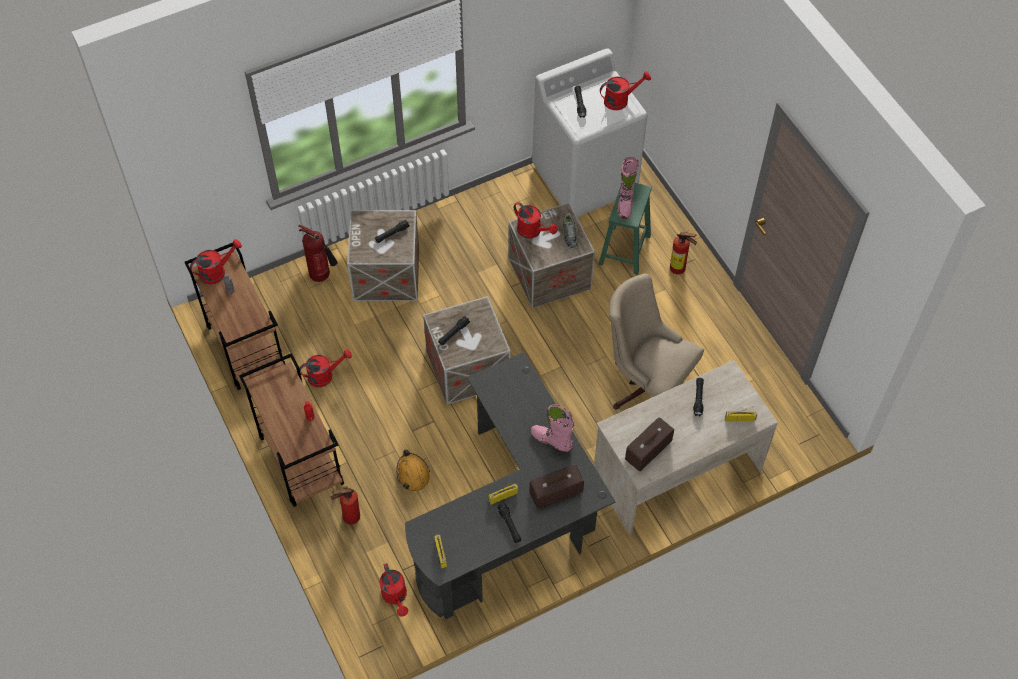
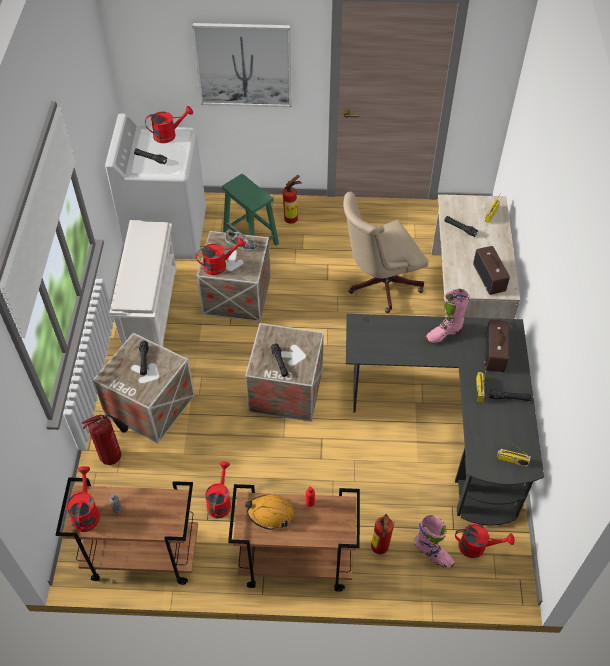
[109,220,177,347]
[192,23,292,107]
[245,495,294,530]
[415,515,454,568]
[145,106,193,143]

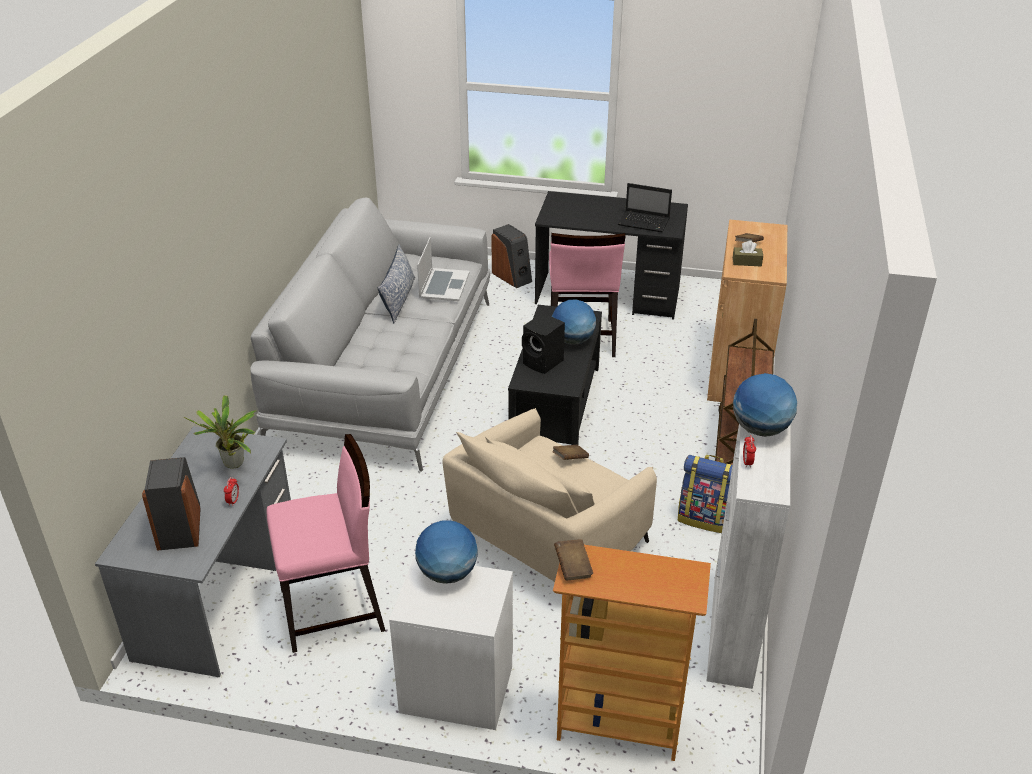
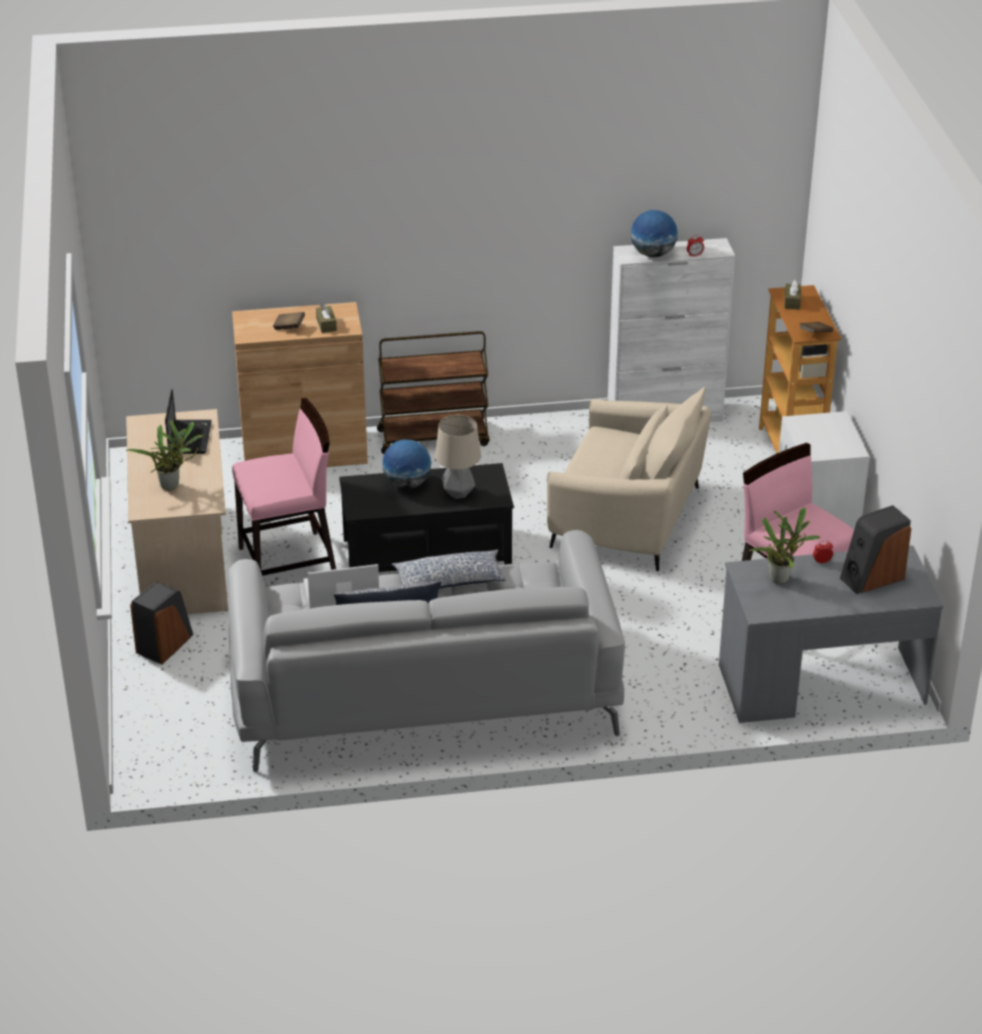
[415,520,478,584] (first image)
[552,445,589,460] (first image)
[678,455,732,533] (first image)
[126,420,204,490]
[392,549,506,589]
[785,280,801,310]
[435,415,481,499]
[126,409,228,614]

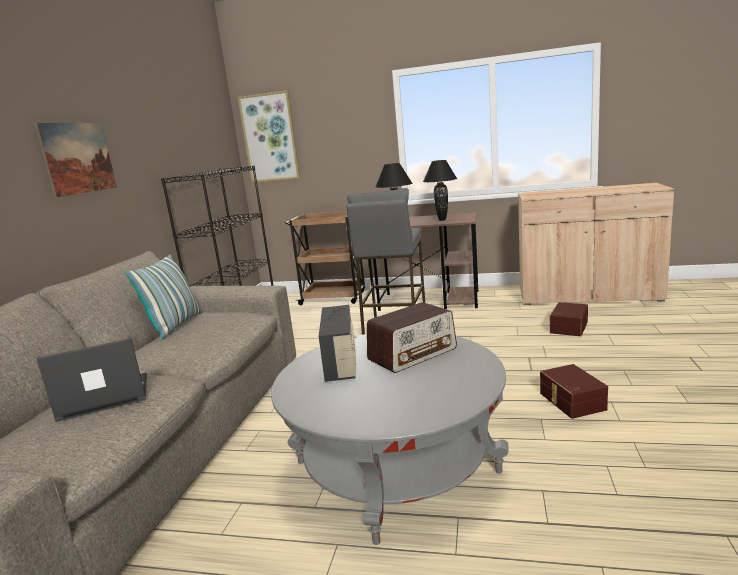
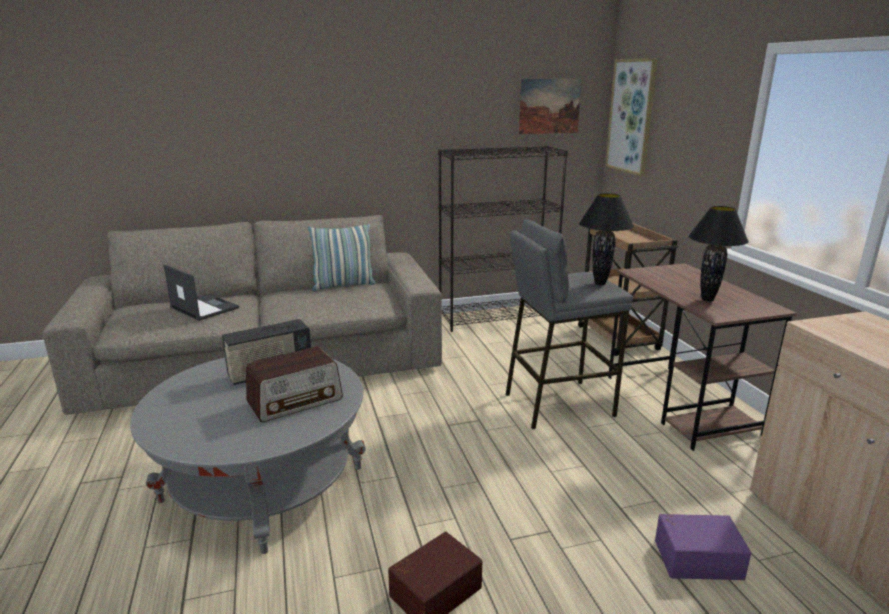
[518,79,582,134]
[655,514,751,580]
[246,346,343,422]

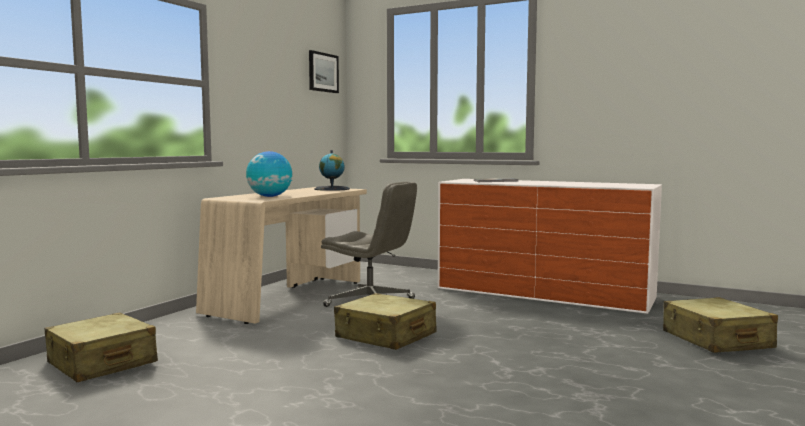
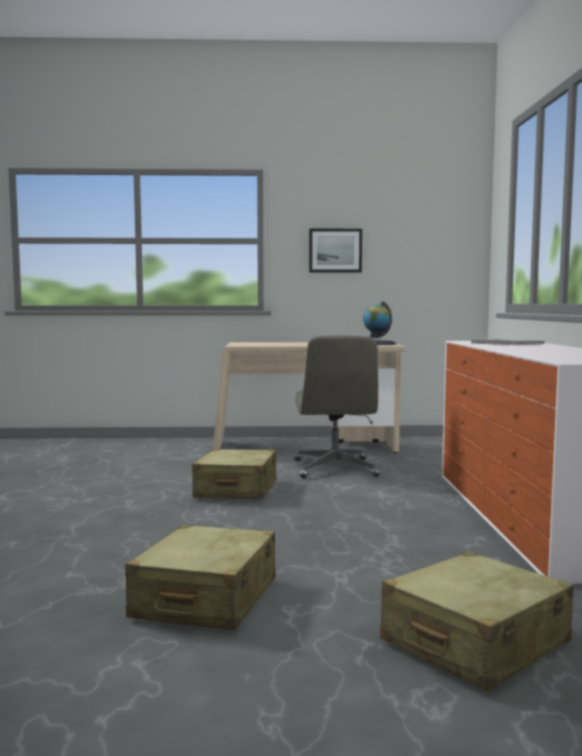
[246,151,292,197] (first image)
[125,525,276,630]
[309,229,362,273]

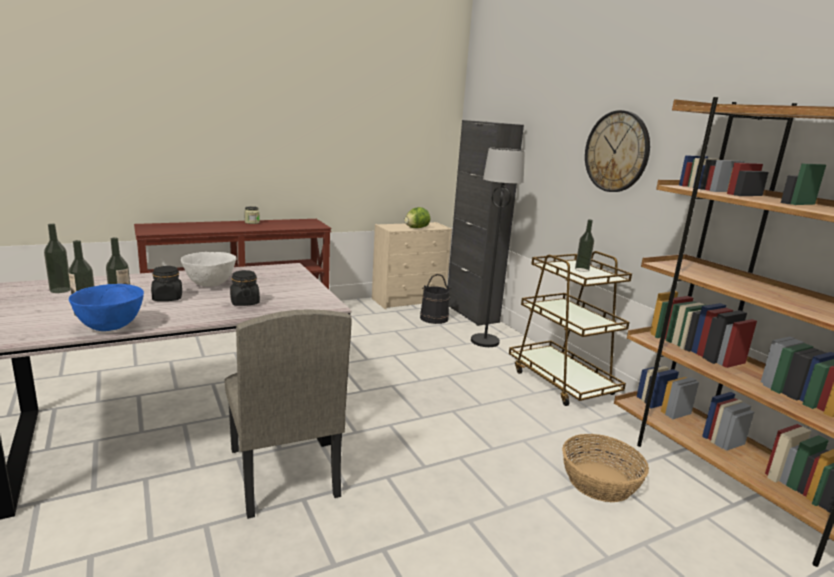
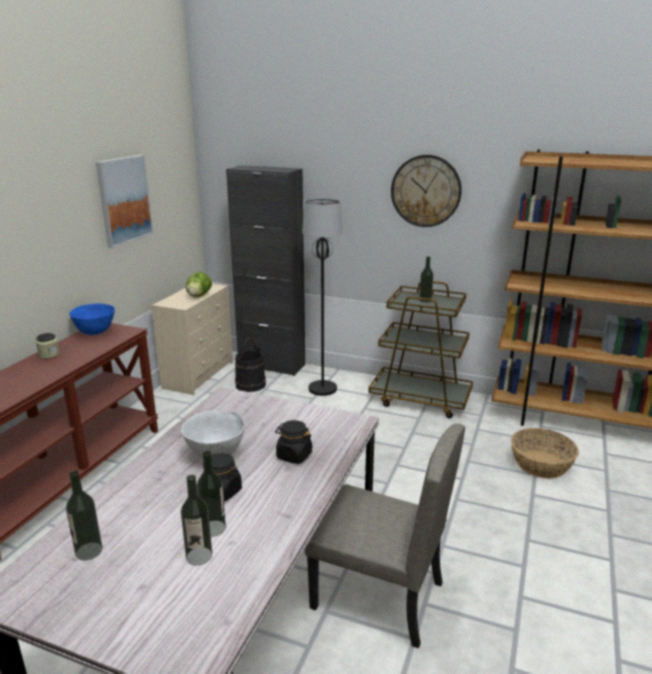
[96,155,153,248]
[69,303,115,335]

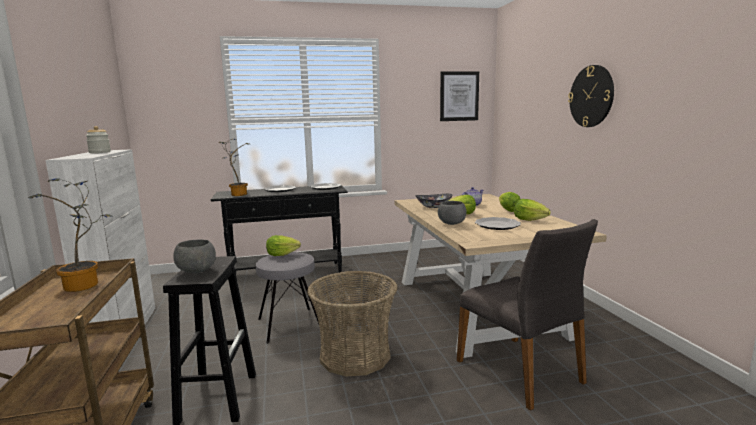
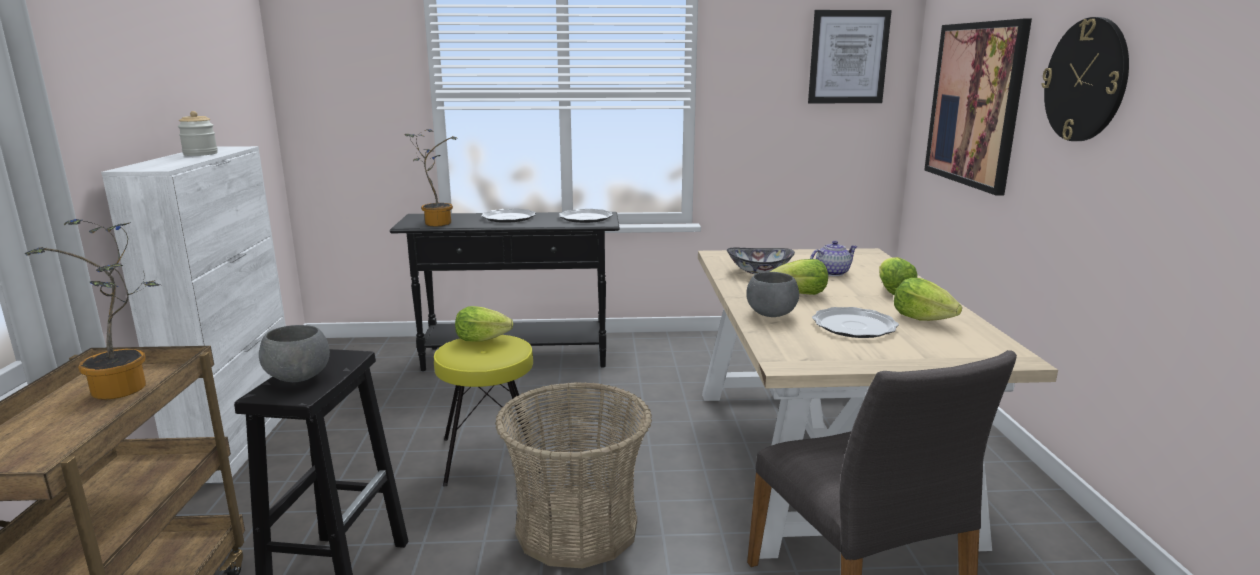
[924,19,1032,196]
[434,335,541,487]

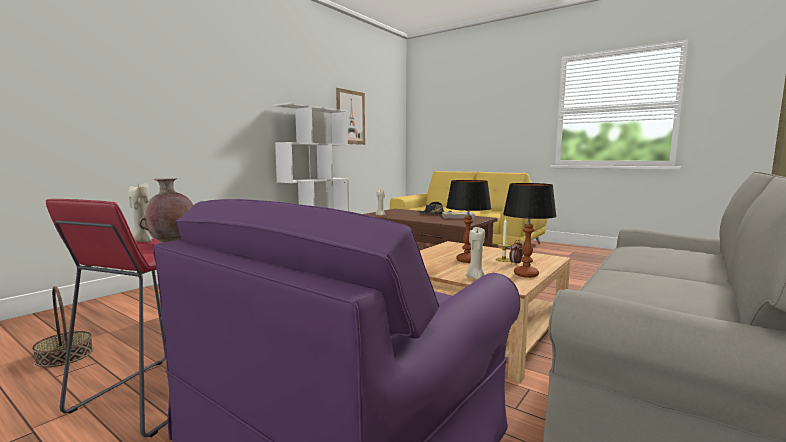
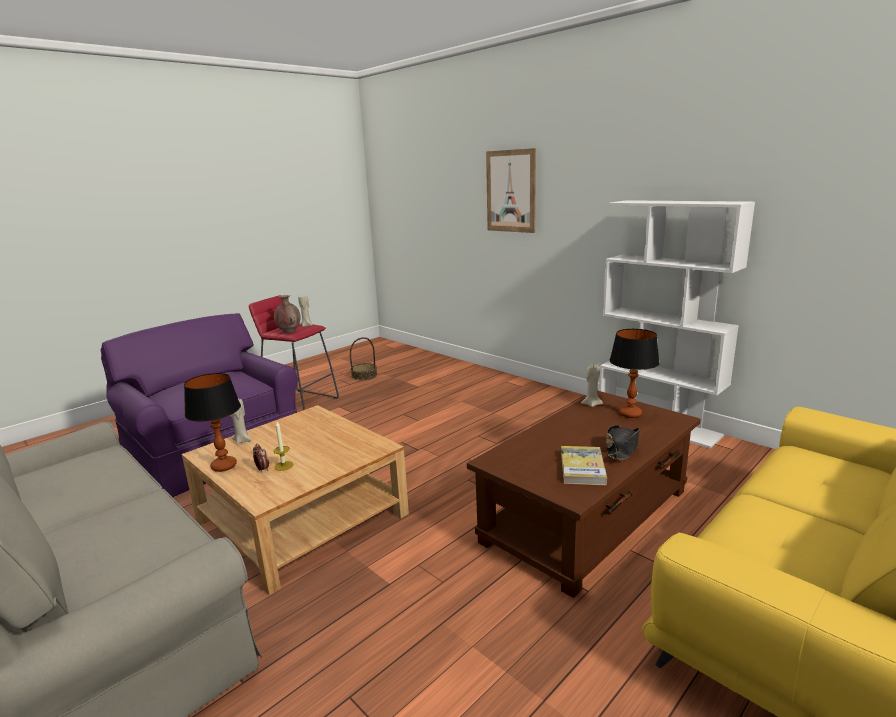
[486,148,536,233]
[610,329,660,418]

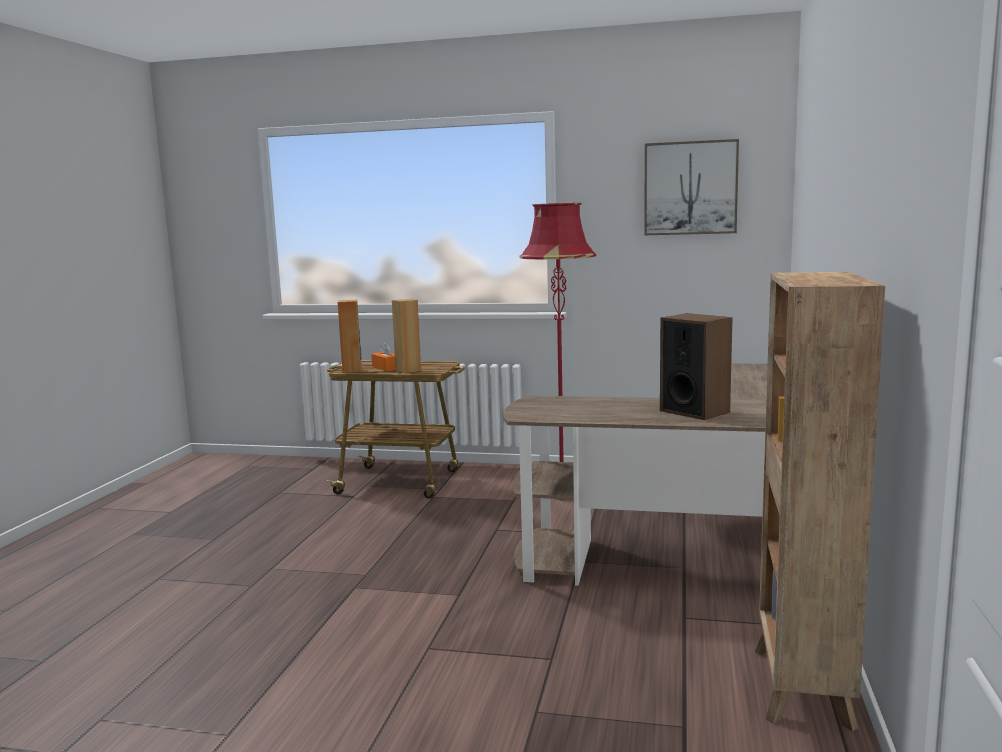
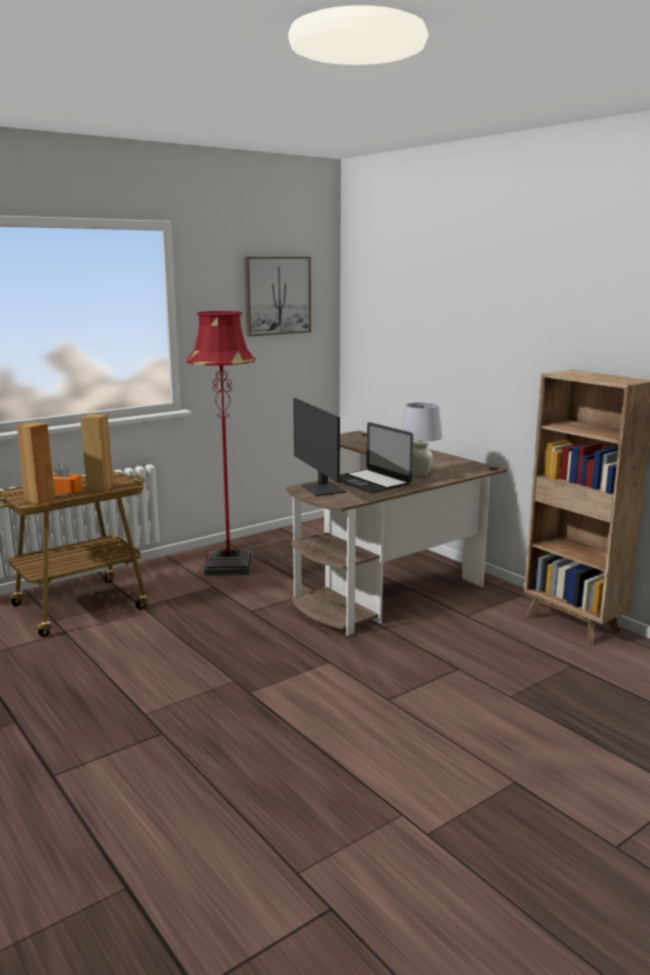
[293,398,346,496]
[330,422,413,493]
[401,402,442,476]

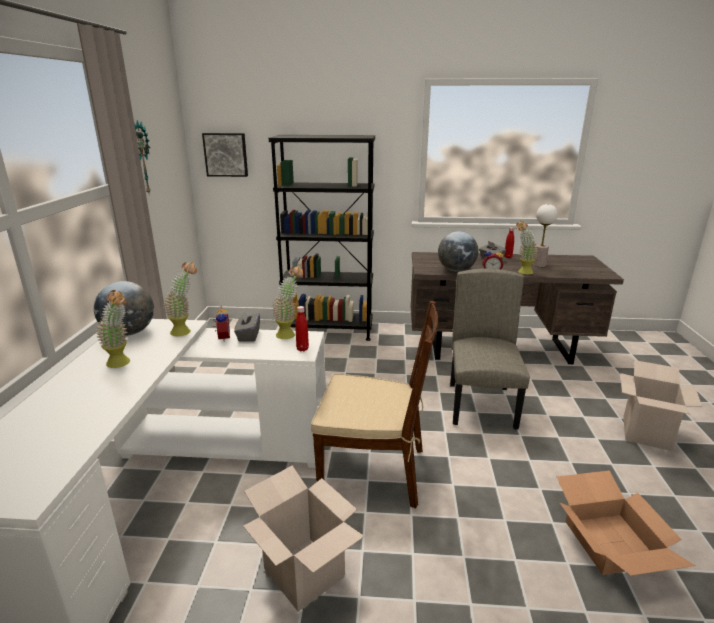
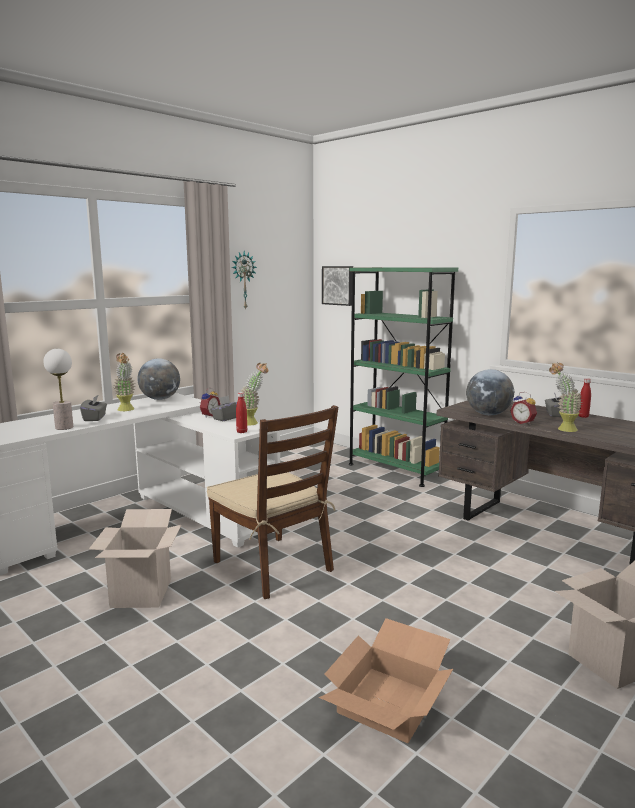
[164,262,197,336] (first image)
[450,268,530,430] (first image)
[80,395,107,421]
[44,349,73,430]
[349,267,458,487]

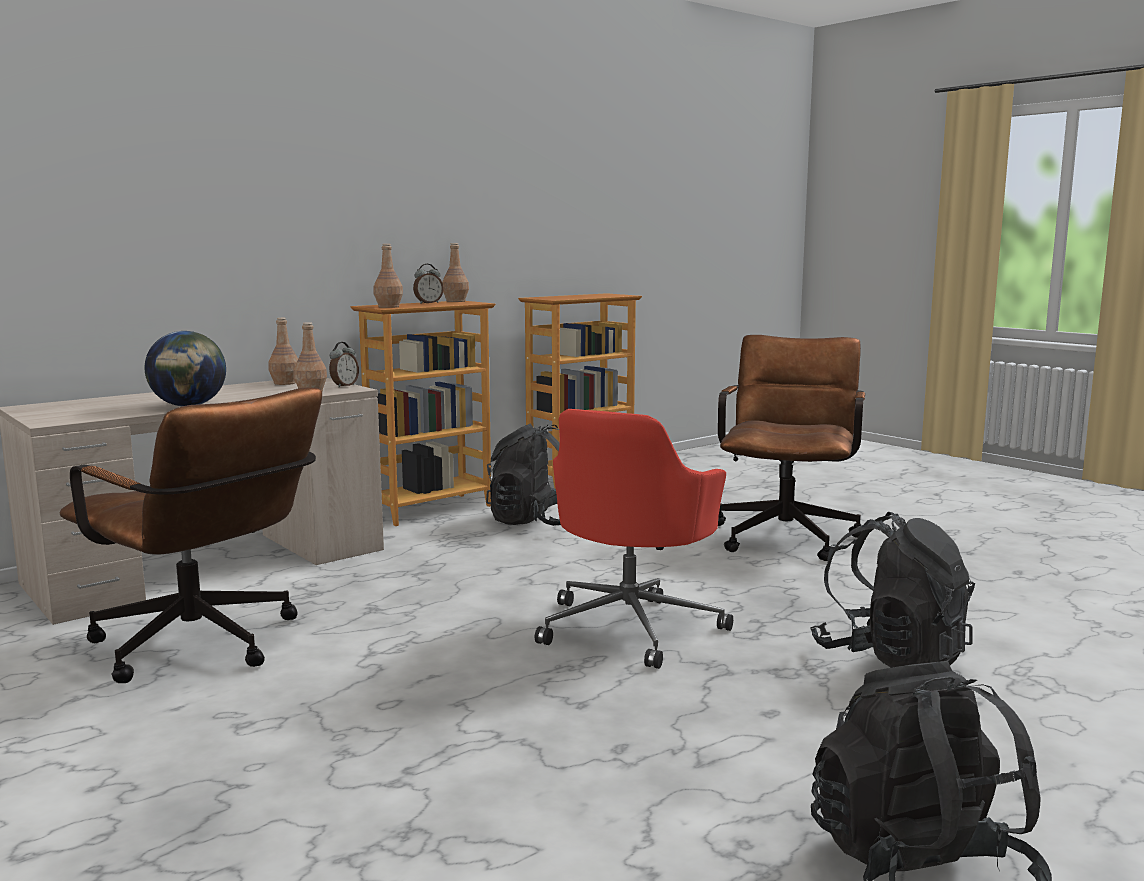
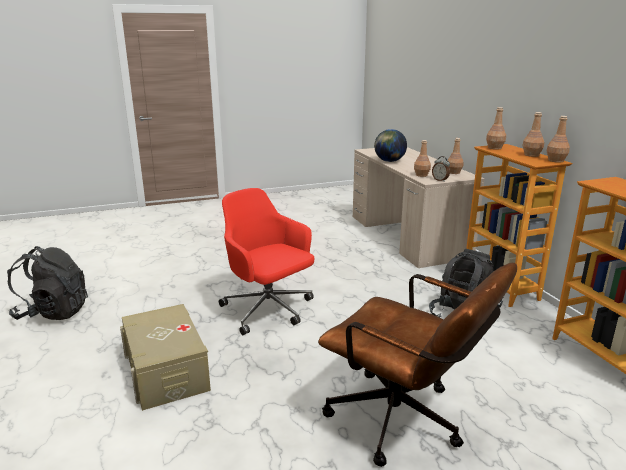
[59,388,322,683] (first image)
[522,112,544,157]
[120,304,211,411]

